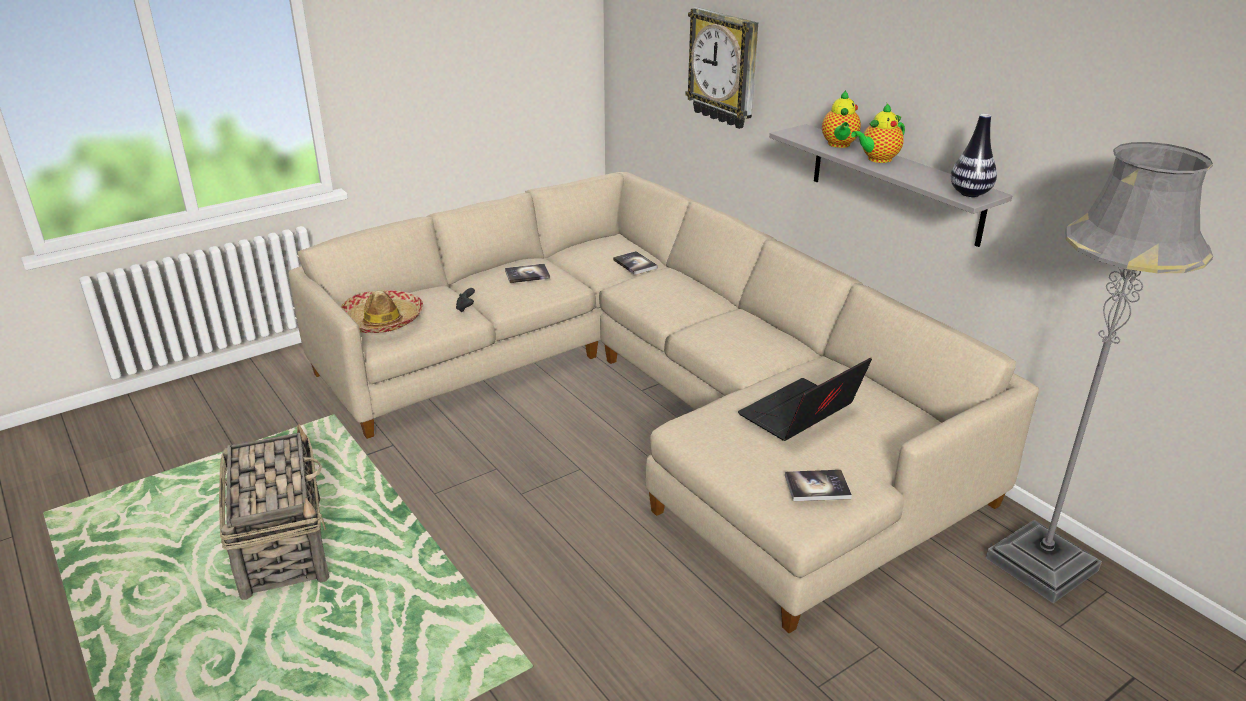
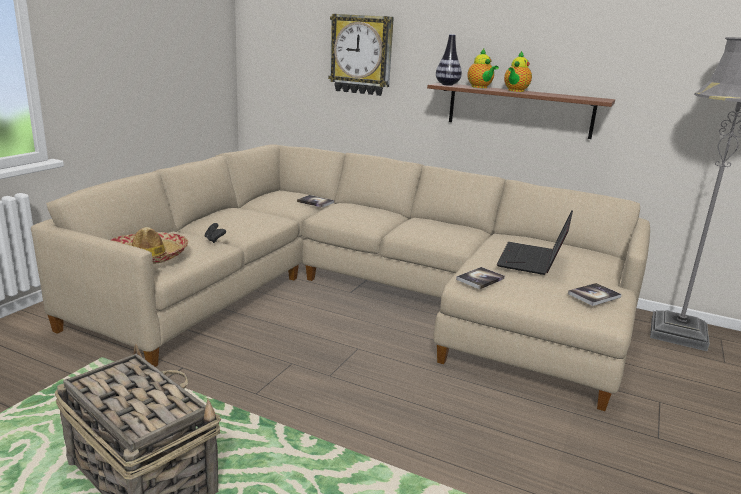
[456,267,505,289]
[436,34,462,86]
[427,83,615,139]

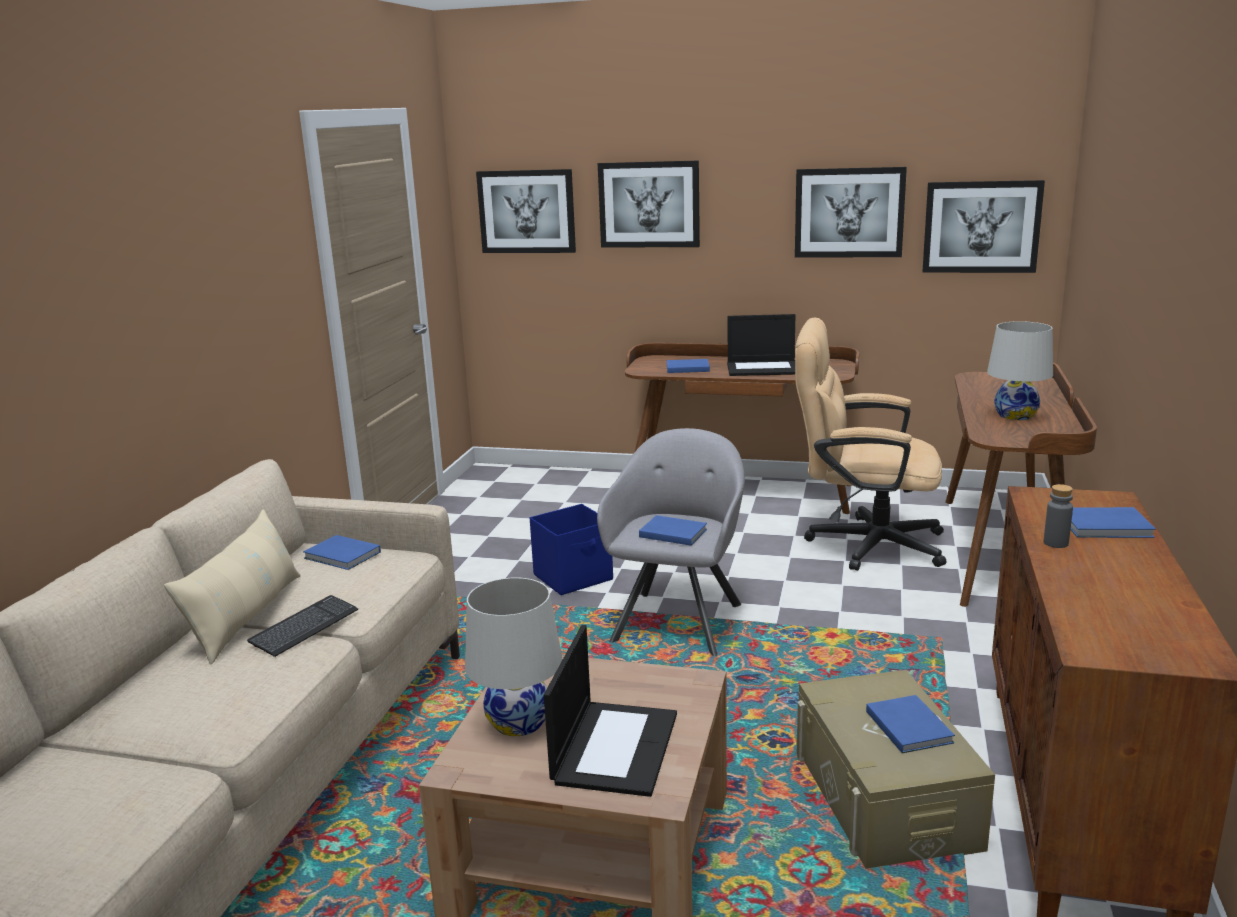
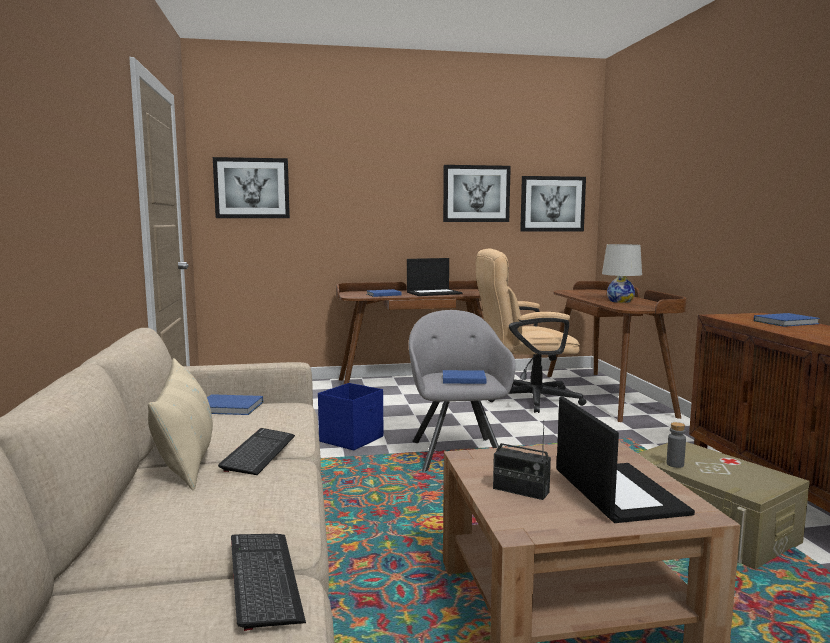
[598,161,700,248] (first image)
[866,695,955,753] (first image)
[231,534,306,631]
[667,422,686,468]
[493,420,551,500]

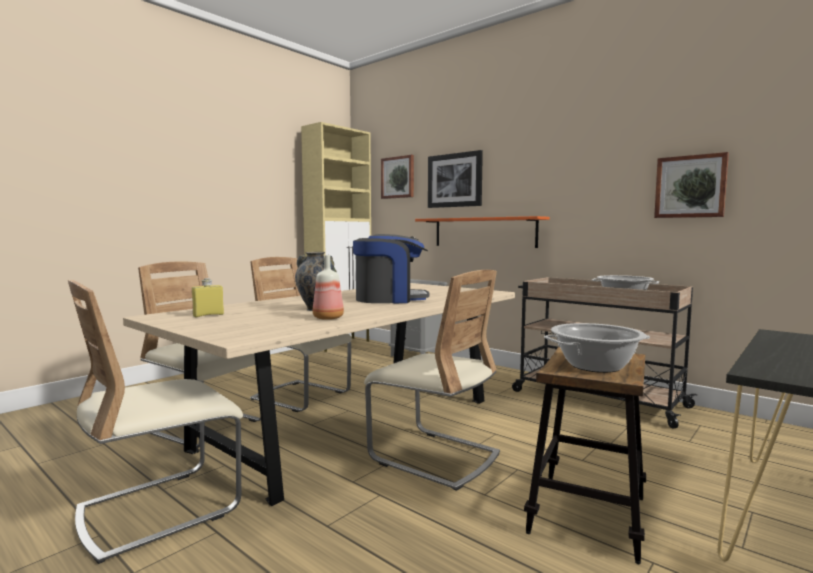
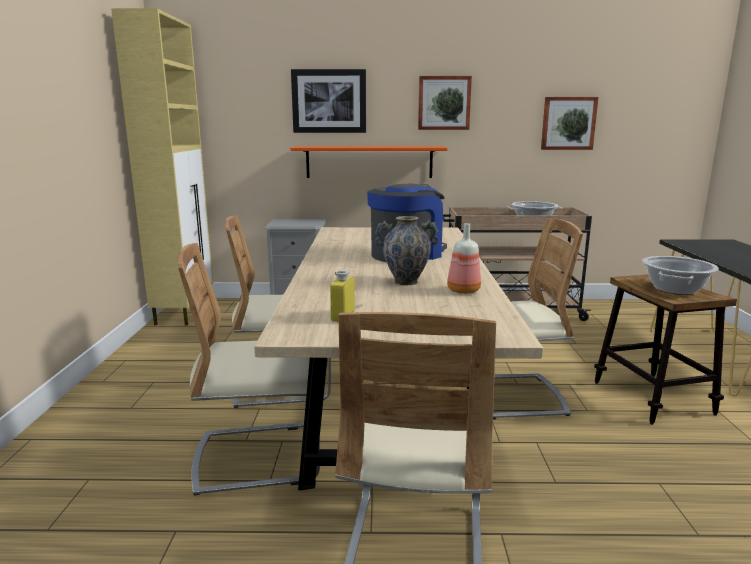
[418,76,472,130]

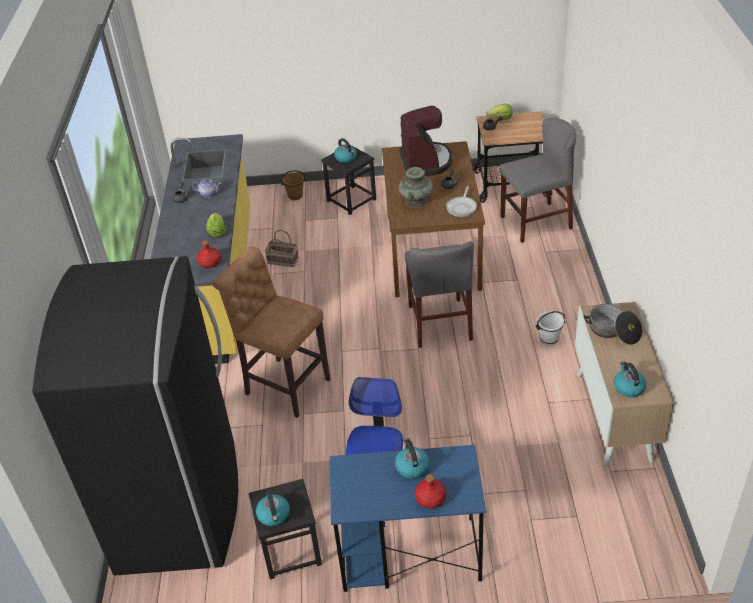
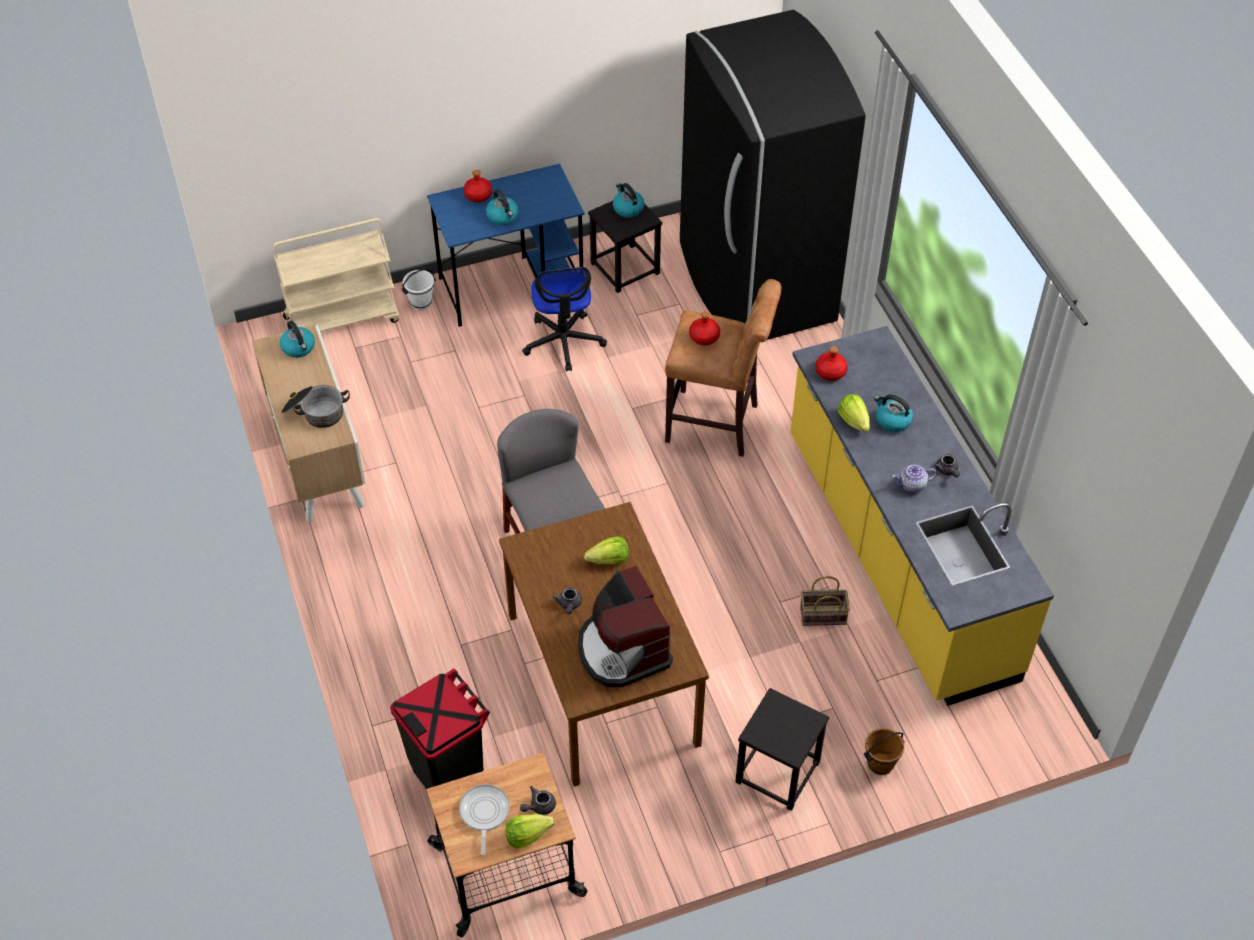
[274,218,399,332]
[689,311,720,345]
[874,395,913,432]
[459,784,510,855]
[402,269,436,310]
[584,536,629,564]
[390,669,490,789]

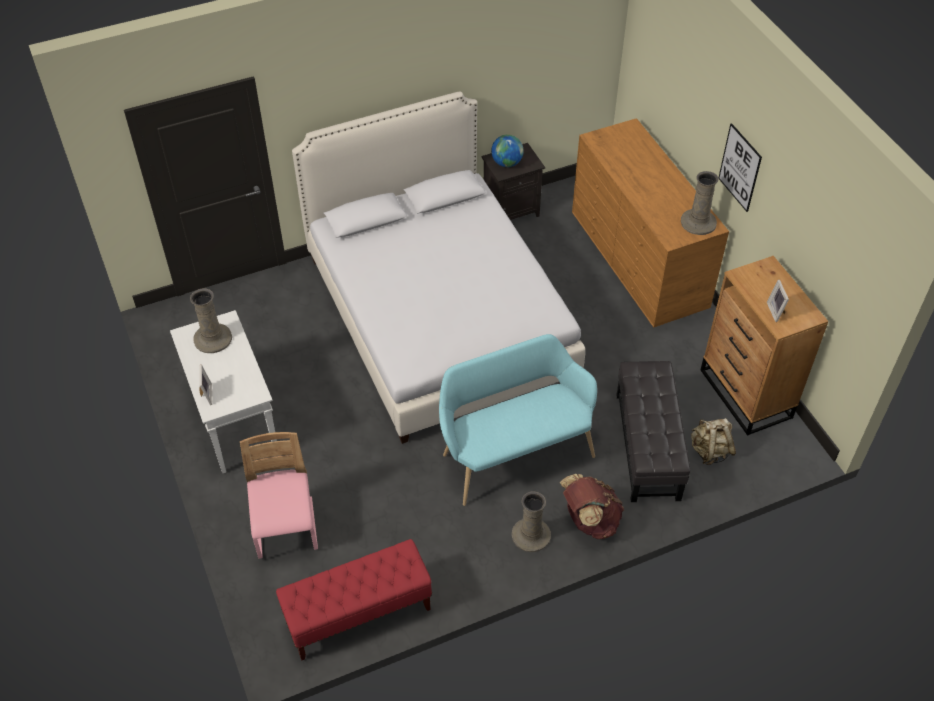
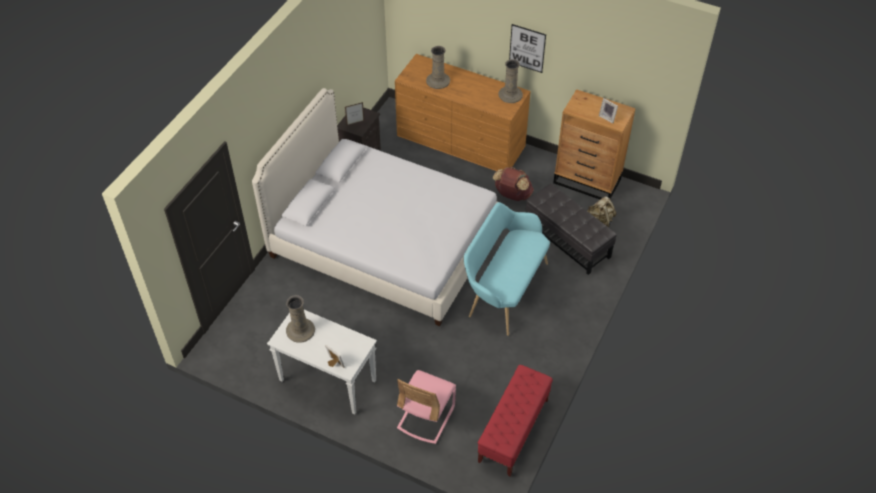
[426,46,450,89]
[493,167,534,201]
[345,102,364,125]
[397,370,456,444]

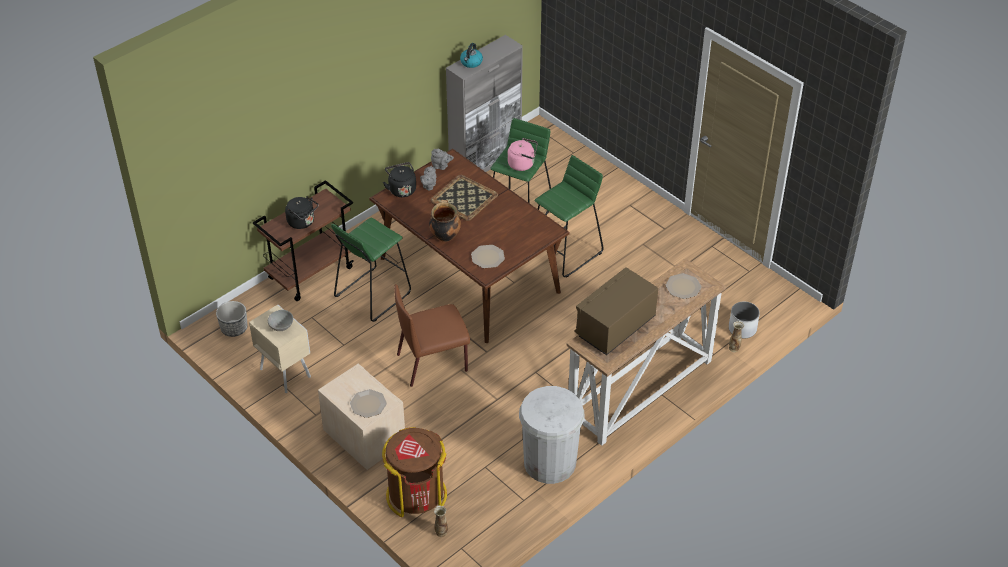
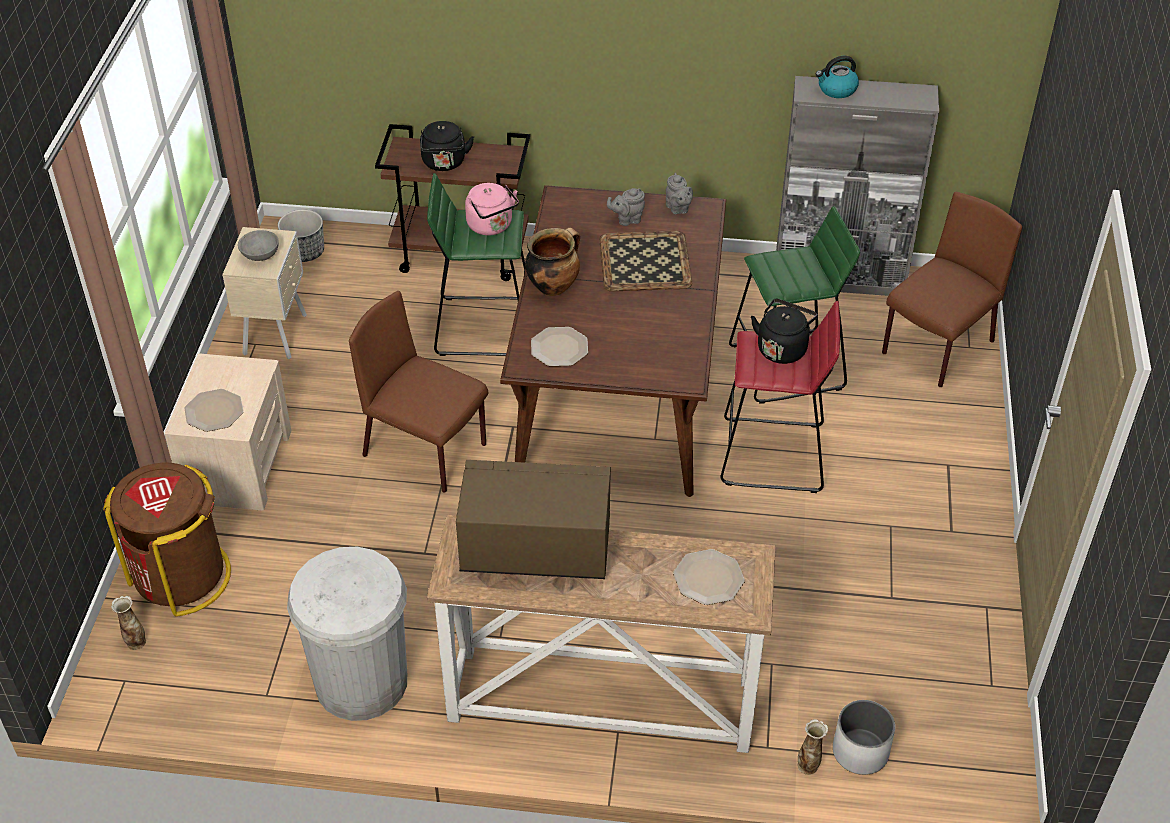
[882,192,1022,387]
[751,299,818,364]
[465,183,519,235]
[721,301,840,493]

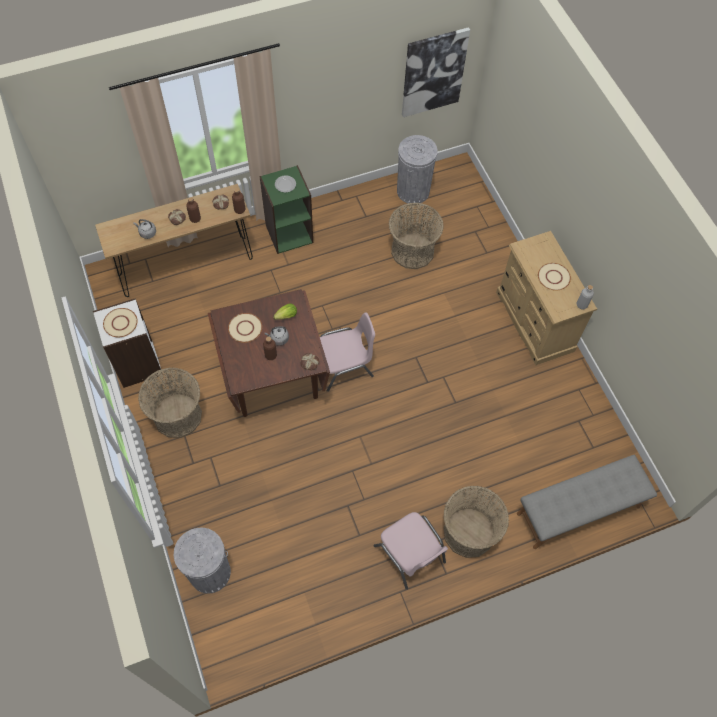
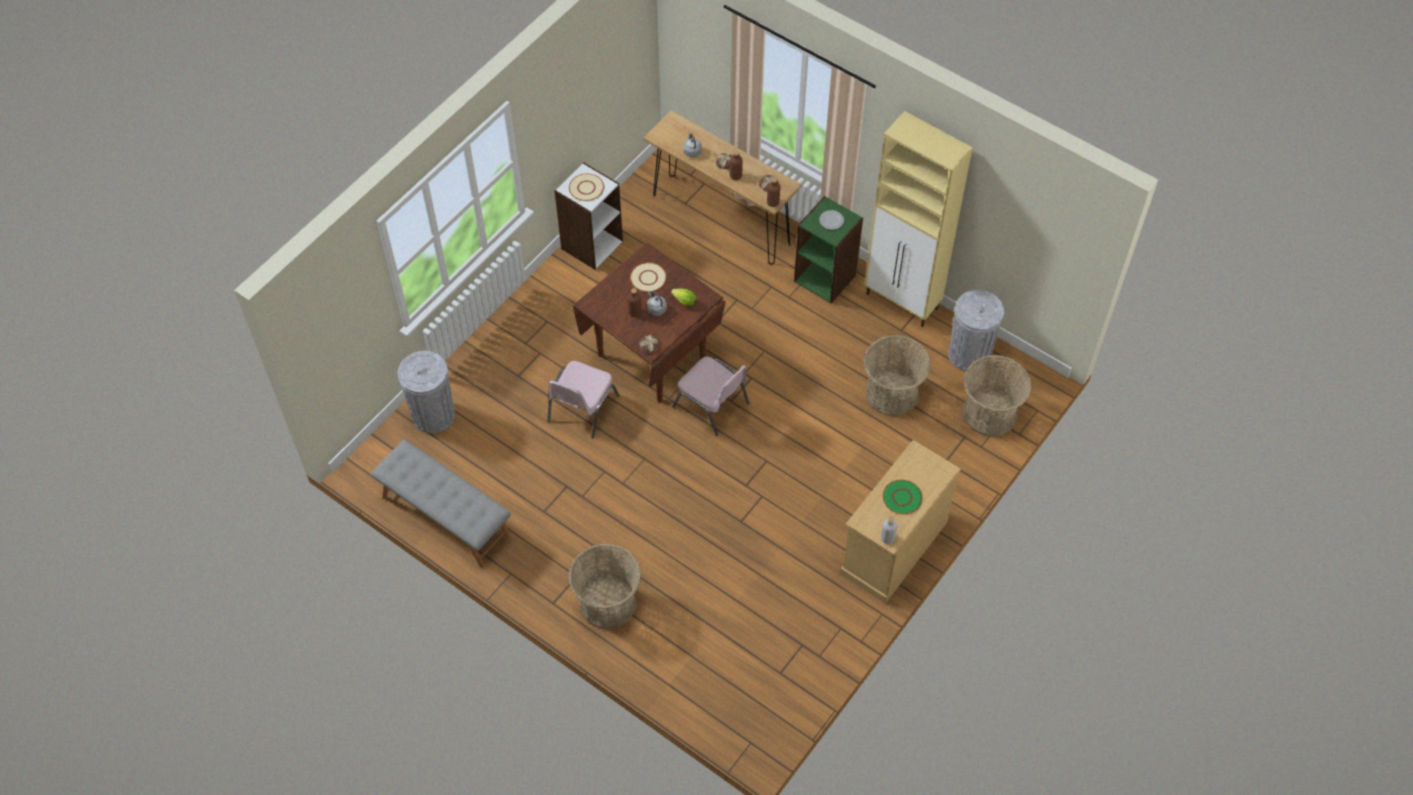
[402,27,470,117] (first image)
[864,111,973,327]
[963,355,1032,436]
[547,361,620,439]
[371,439,511,568]
[883,480,923,515]

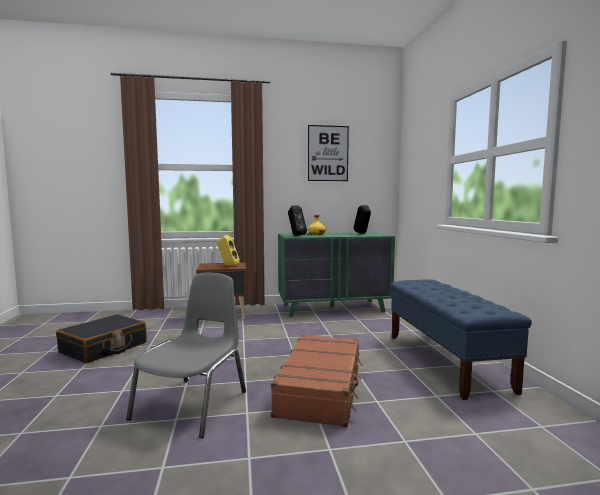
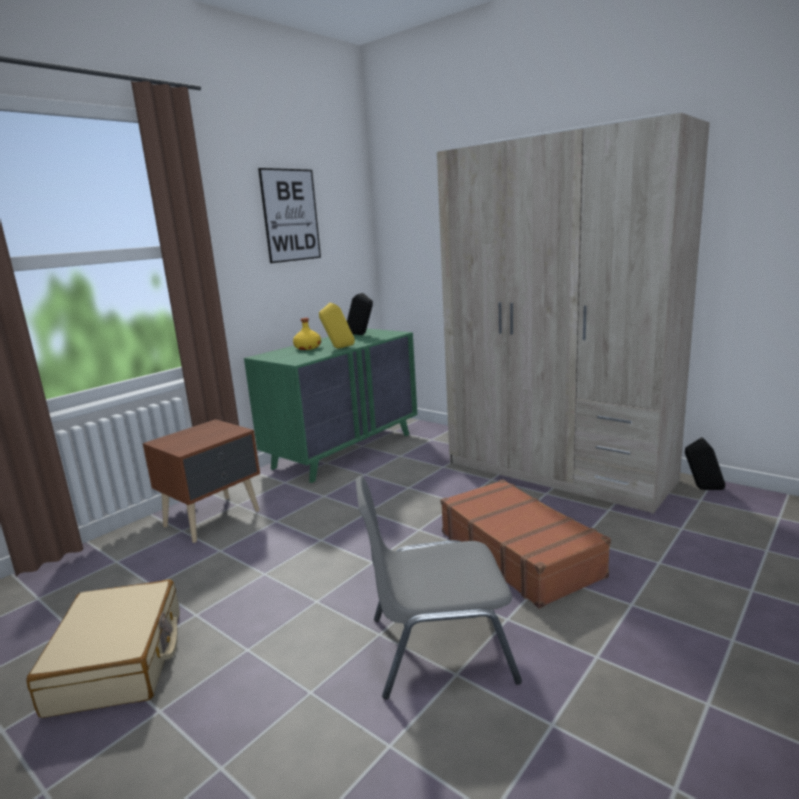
[319,302,355,349]
[685,437,726,490]
[437,113,710,514]
[26,579,180,718]
[356,476,522,699]

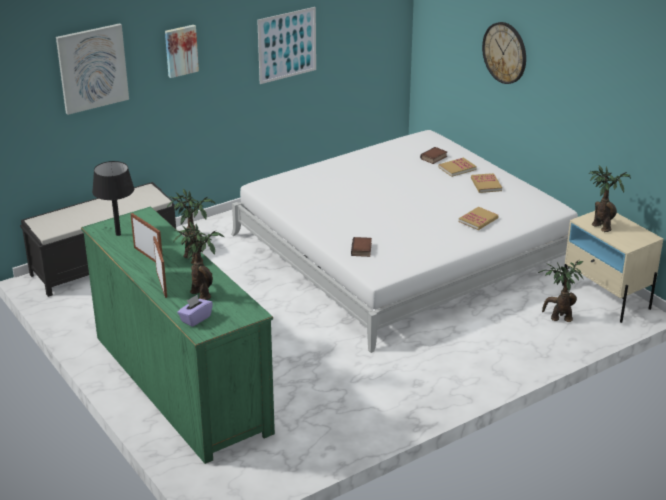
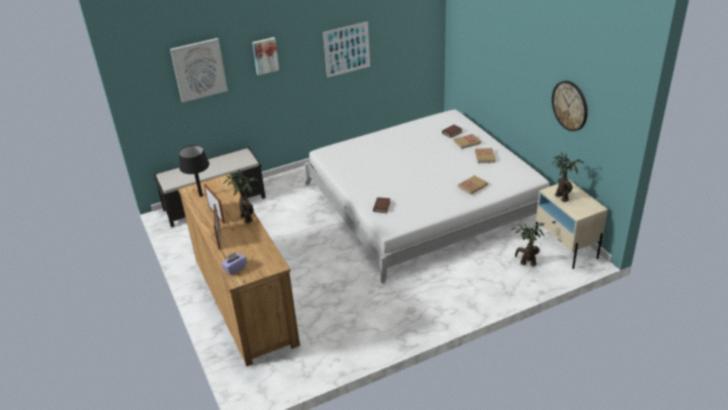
[173,222,224,300] (first image)
[552,81,588,131]
[178,174,300,366]

